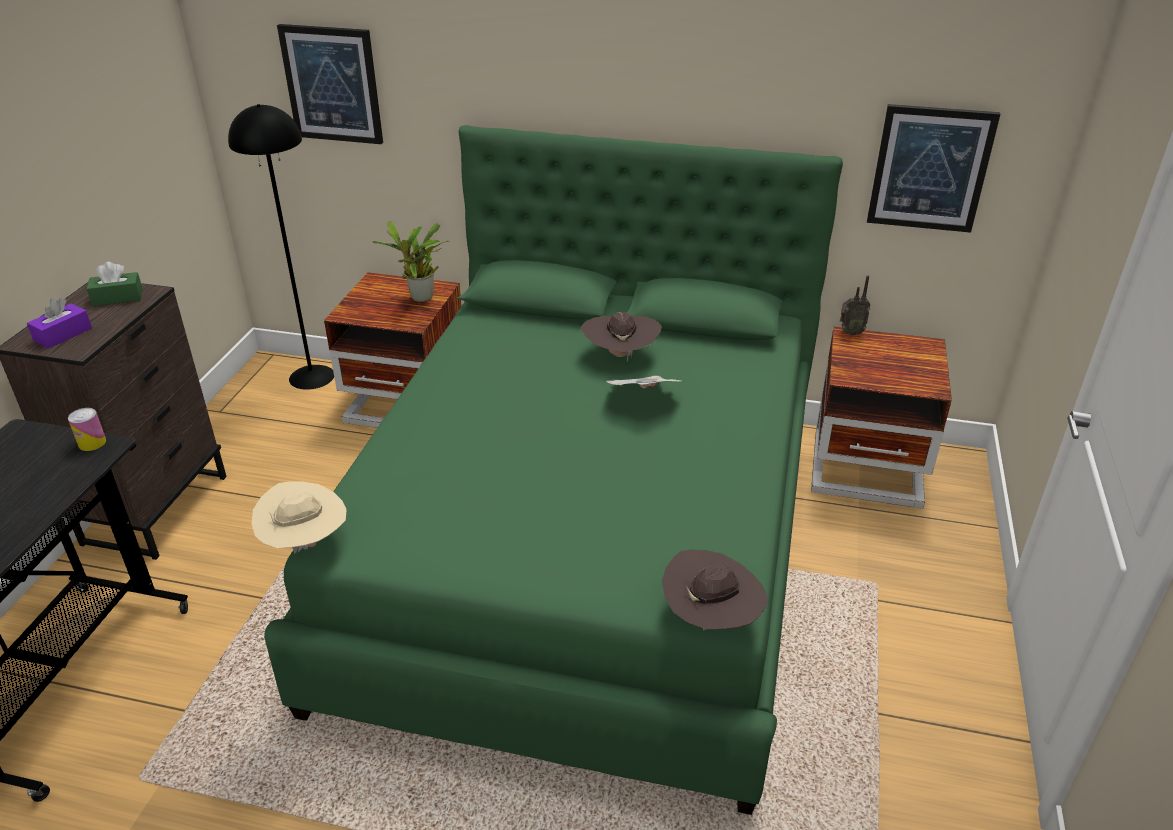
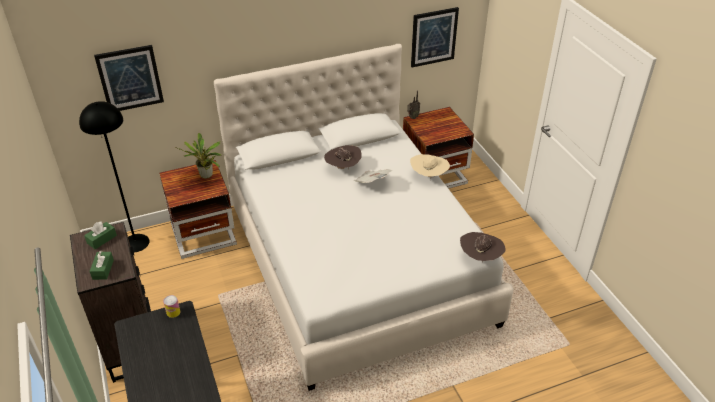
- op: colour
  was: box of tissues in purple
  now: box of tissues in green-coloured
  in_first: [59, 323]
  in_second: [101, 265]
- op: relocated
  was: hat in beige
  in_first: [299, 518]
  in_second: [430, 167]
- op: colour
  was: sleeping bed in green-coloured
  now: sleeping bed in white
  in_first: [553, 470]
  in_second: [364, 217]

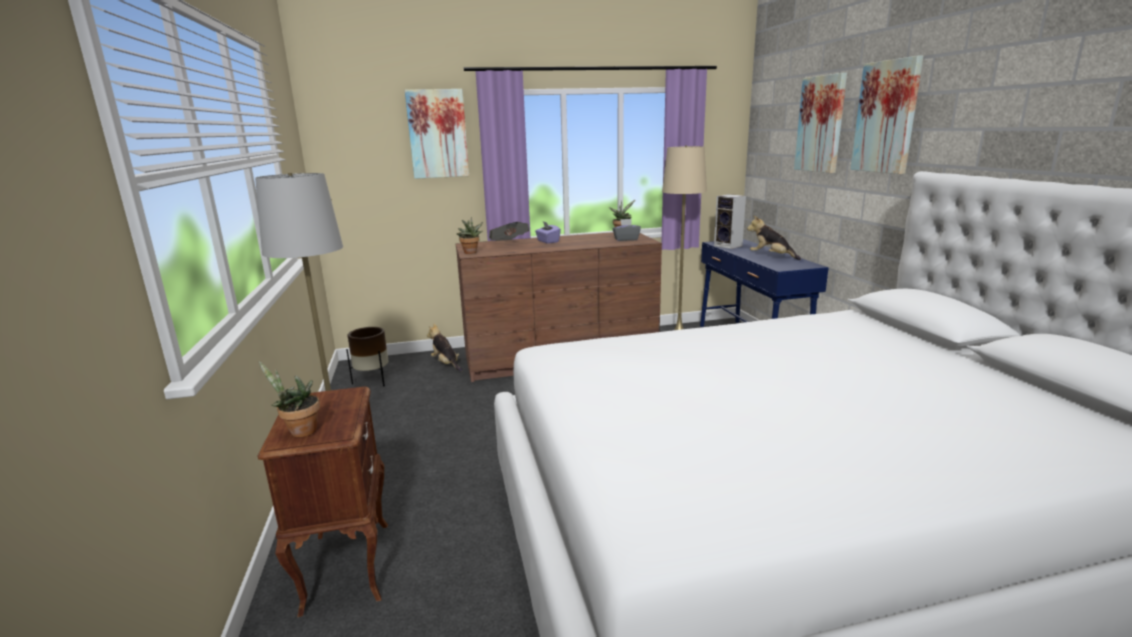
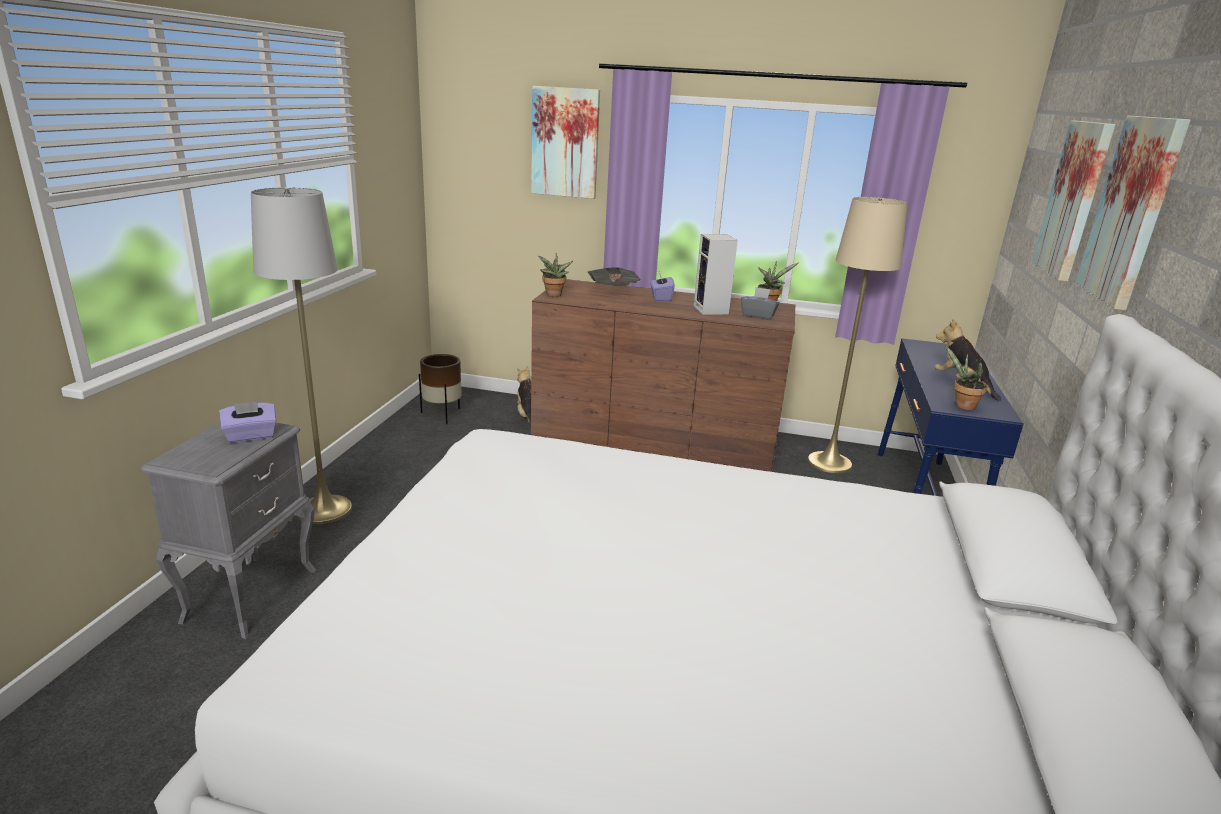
- op: colour
  was: bedside table in brownish
  now: bedside table in grey
  in_first: [323, 502]
  in_second: [228, 530]
- op: relocated
  was: plant in a pot
  in_first: [289, 399]
  in_second: [966, 377]
- op: relocated
  was: audio speaker
  in_first: [730, 221]
  in_second: [716, 274]
- op: appeared
  now: box of tissues in purple
  in_second: [247, 422]

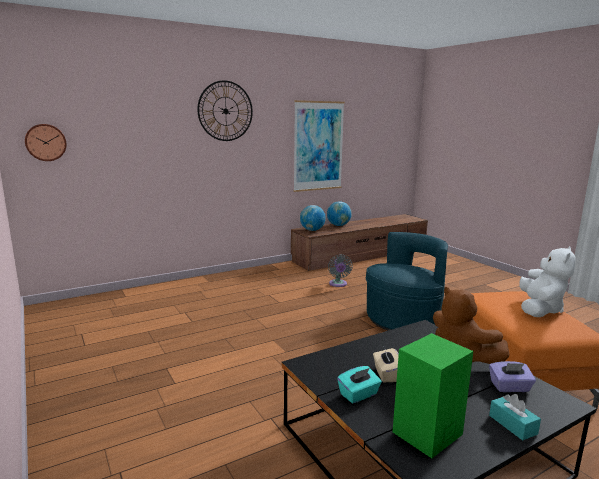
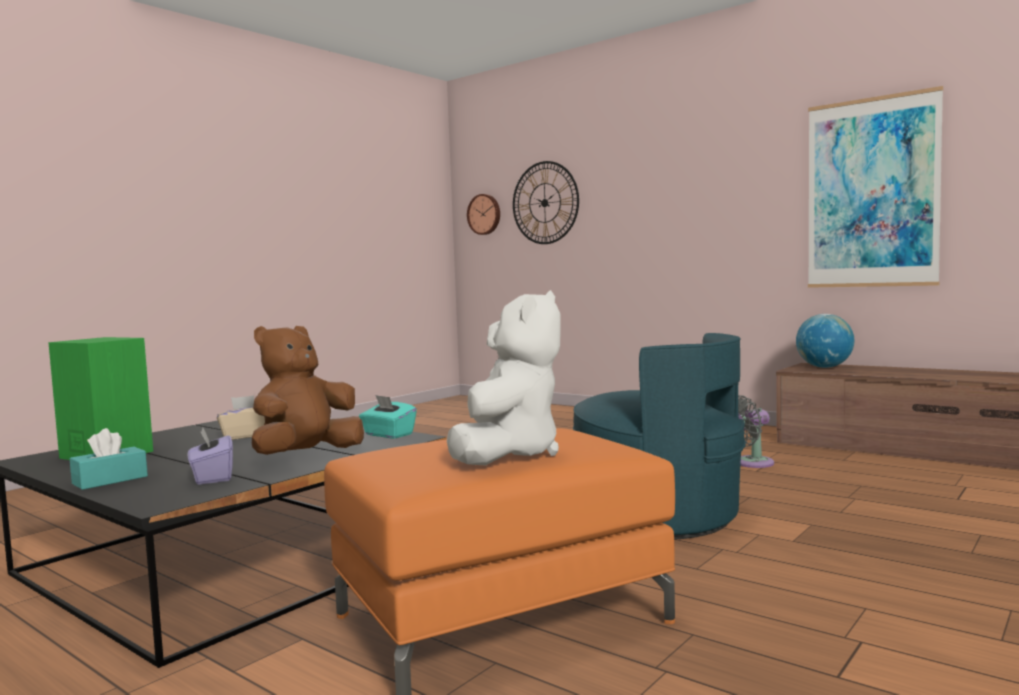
- op: relocated
  was: clock on the wall
  in_first: [225, 110]
  in_second: [546, 202]
- op: missing
  was: world globe
  in_first: [339, 213]
- op: relocated
  was: box of tissues in turquoise-coloured
  in_first: [359, 384]
  in_second: [388, 417]
- op: spun
  was: cuddly toy in white
  in_first: [547, 281]
  in_second: [504, 378]
  clockwise: -75

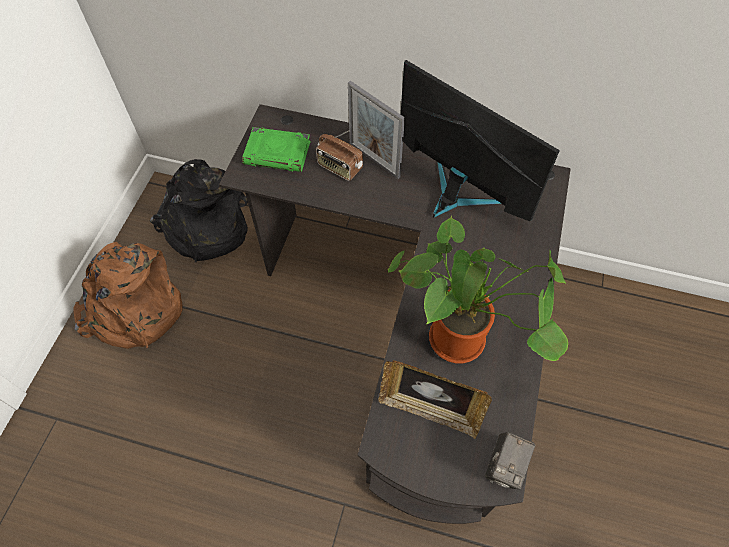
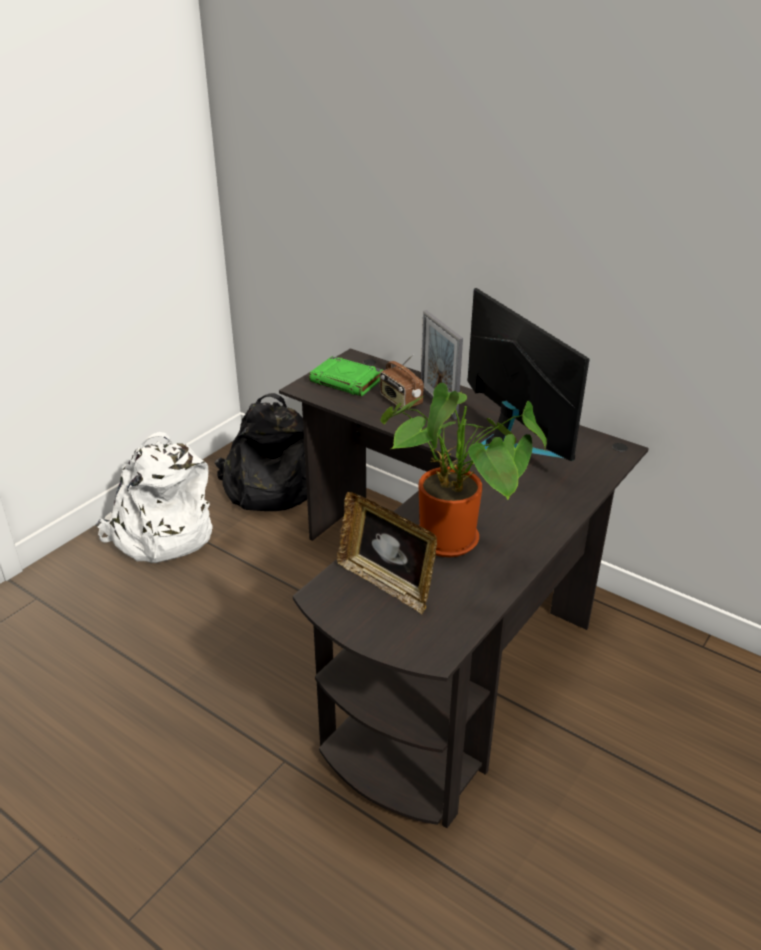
- op: colour
  was: rucksack in brownish
  now: rucksack in white
  in_first: [128, 295]
  in_second: [154, 497]
- op: missing
  was: still camera
  in_first: [510, 460]

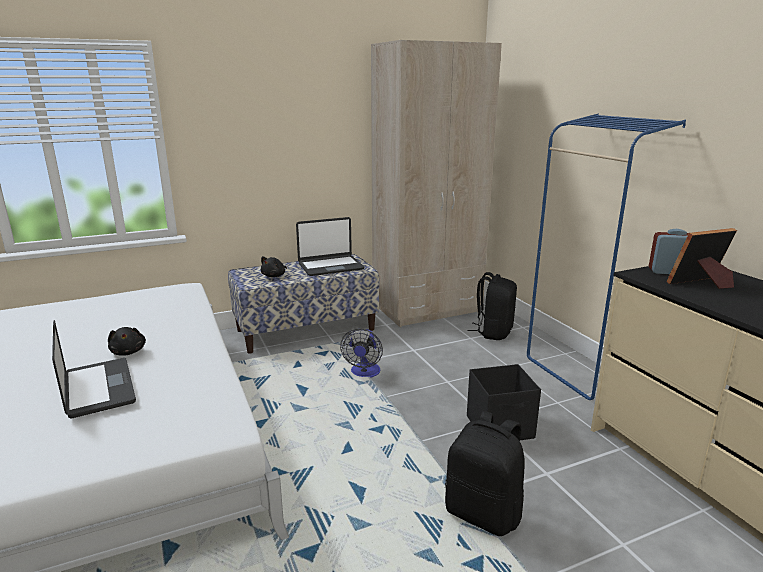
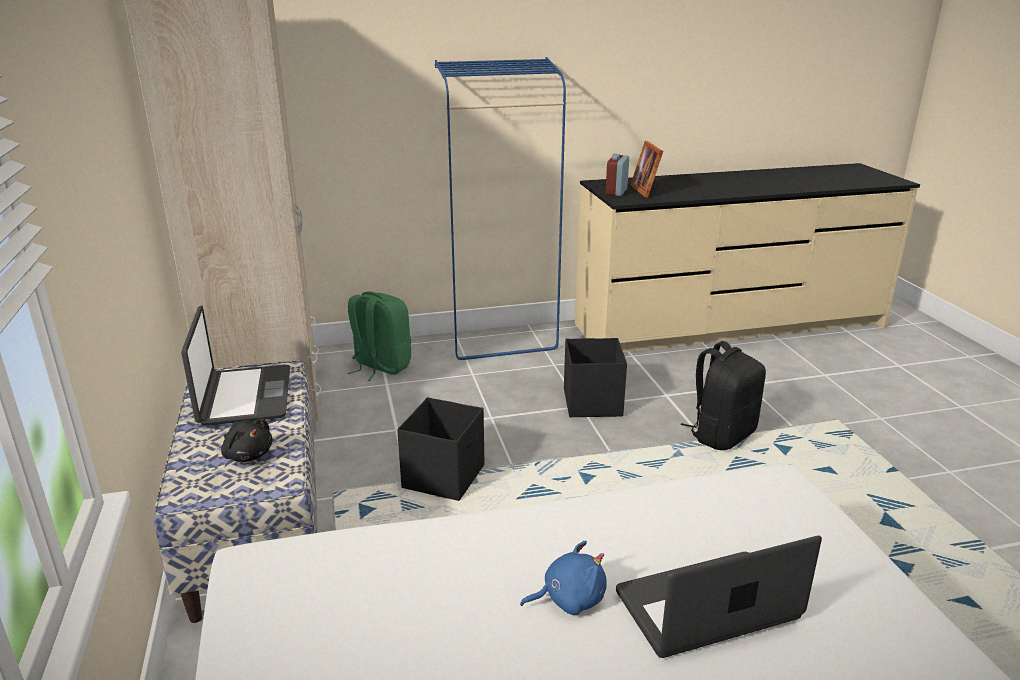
- op: colour
  was: cuddly toy in blackish
  now: cuddly toy in bluish
  in_first: [127, 341]
  in_second: [563, 578]
- op: exchanged
  was: electric fan
  now: storage bin in blackish
  in_first: [361, 353]
  in_second: [440, 449]
- op: colour
  was: rucksack in blackish
  now: rucksack in green-coloured
  in_first: [492, 306]
  in_second: [379, 336]

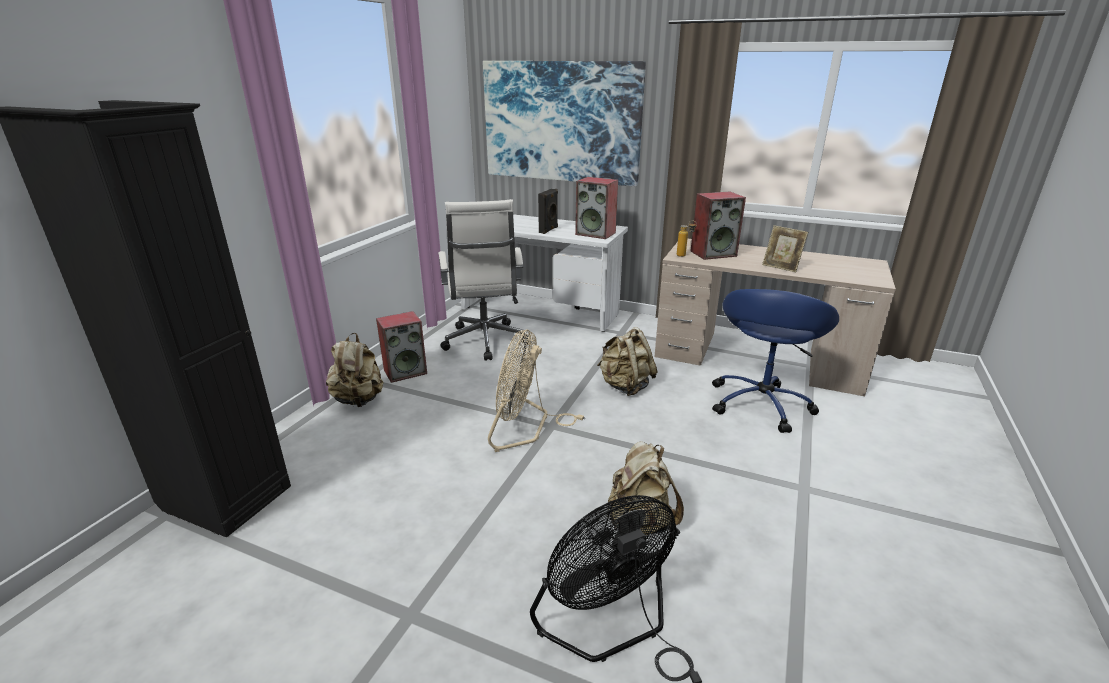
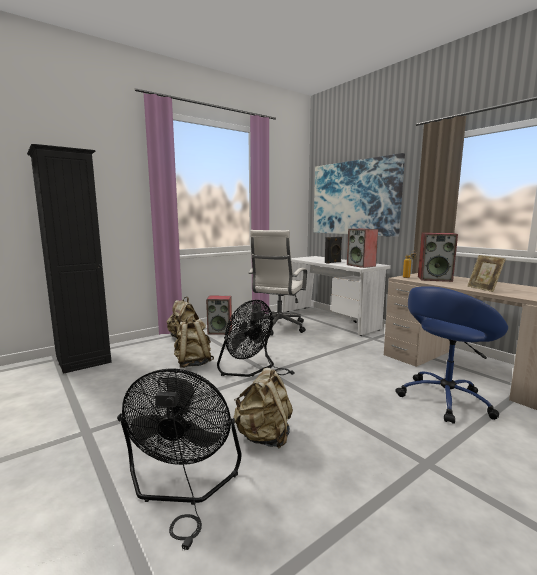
- op: colour
  was: electric fan in beige
  now: electric fan in blackish
  in_first: [536, 390]
  in_second: [256, 338]
- op: relocated
  was: rucksack in beige
  in_first: [627, 361]
  in_second: [194, 342]

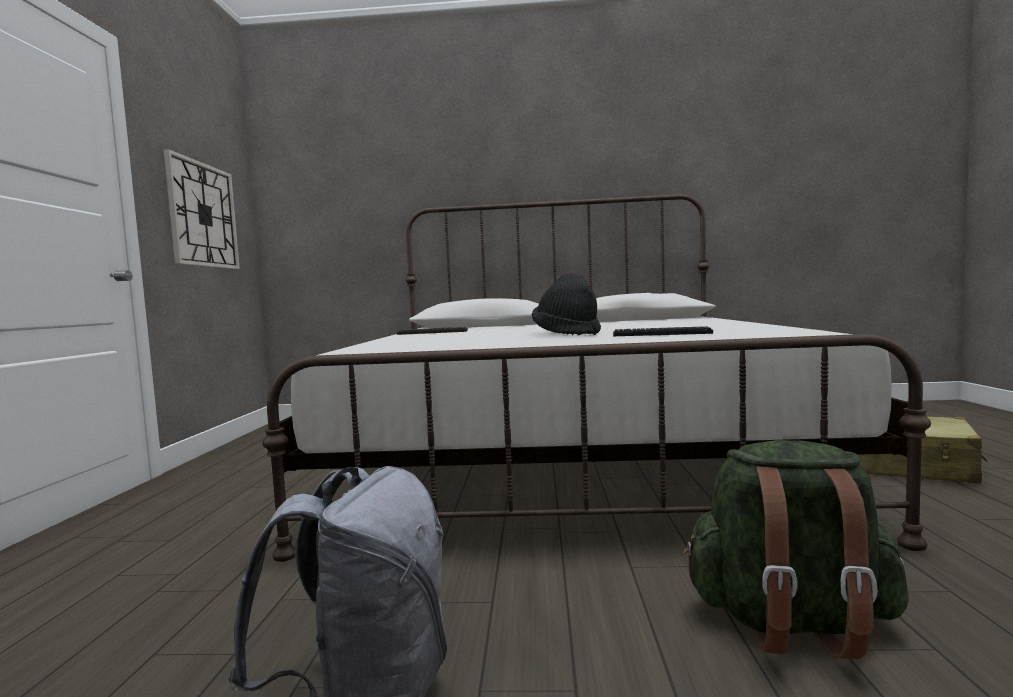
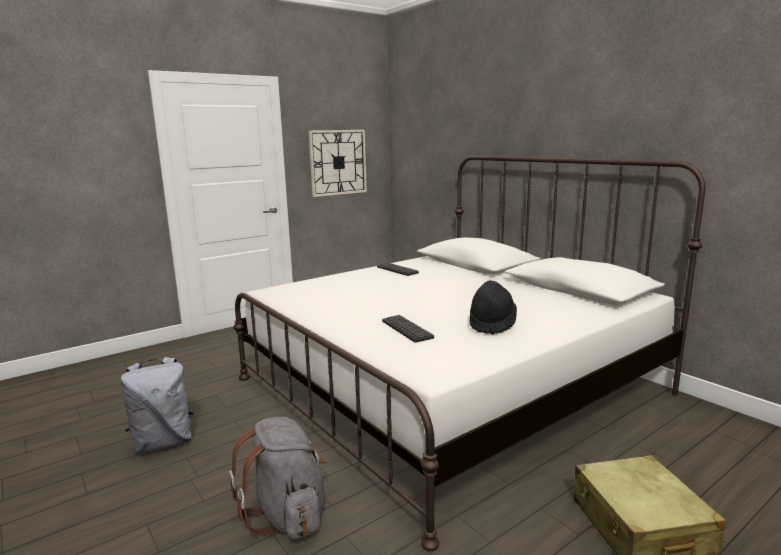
- op: relocated
  was: hat in blackish
  in_first: [566, 304]
  in_second: [493, 307]
- op: colour
  was: rucksack in green-coloured
  now: rucksack in grey
  in_first: [796, 549]
  in_second: [278, 478]

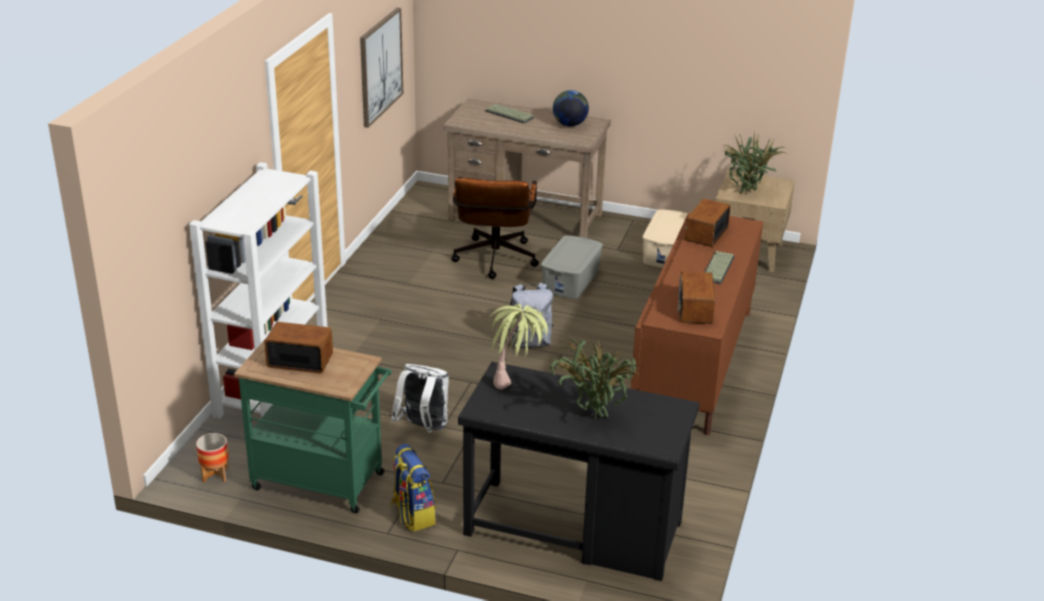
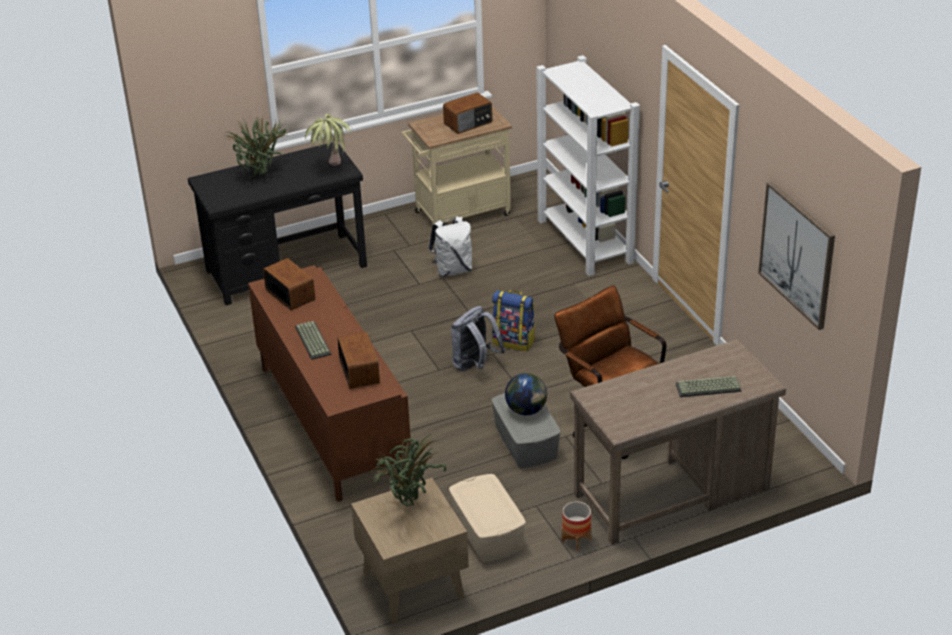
- op: relocated
  was: flower pot
  in_first: [212, 457]
  in_second: [577, 526]
- op: colour
  was: wheeled cart in green-coloured
  now: wheeled cart in beige
  in_first: [313, 425]
  in_second: [456, 165]
- op: relocated
  was: rucksack
  in_first: [413, 488]
  in_second: [514, 320]
- op: relocated
  was: world globe
  in_first: [571, 108]
  in_second: [526, 394]

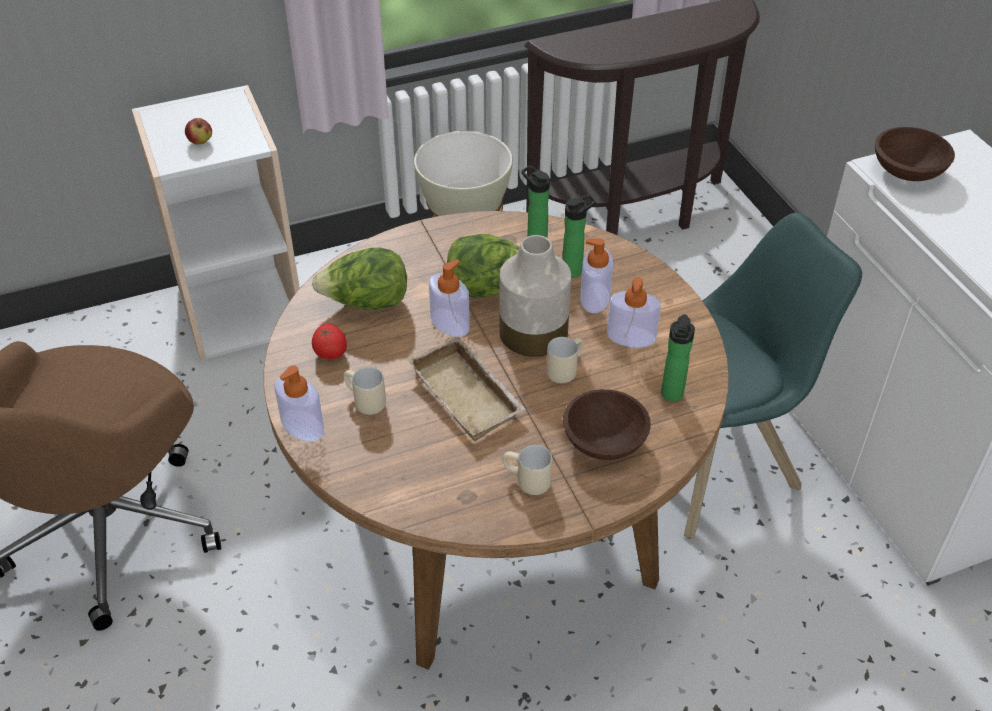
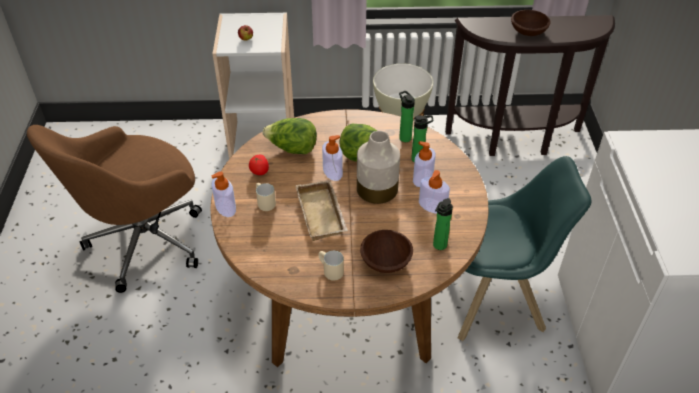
- op: missing
  was: coffee mug in beige
  in_first: [565, 360]
- op: relocated
  was: bowl in brownish
  in_first: [915, 154]
  in_second: [531, 23]

